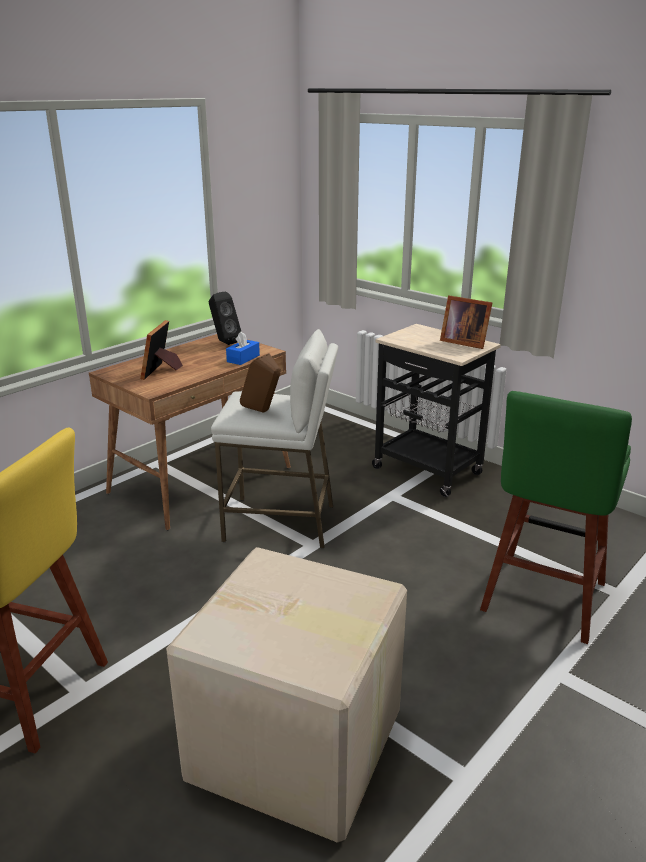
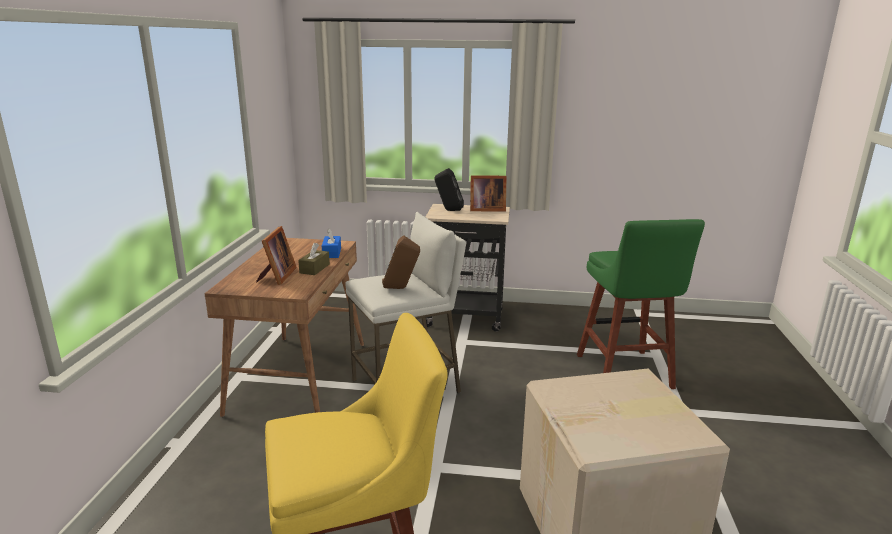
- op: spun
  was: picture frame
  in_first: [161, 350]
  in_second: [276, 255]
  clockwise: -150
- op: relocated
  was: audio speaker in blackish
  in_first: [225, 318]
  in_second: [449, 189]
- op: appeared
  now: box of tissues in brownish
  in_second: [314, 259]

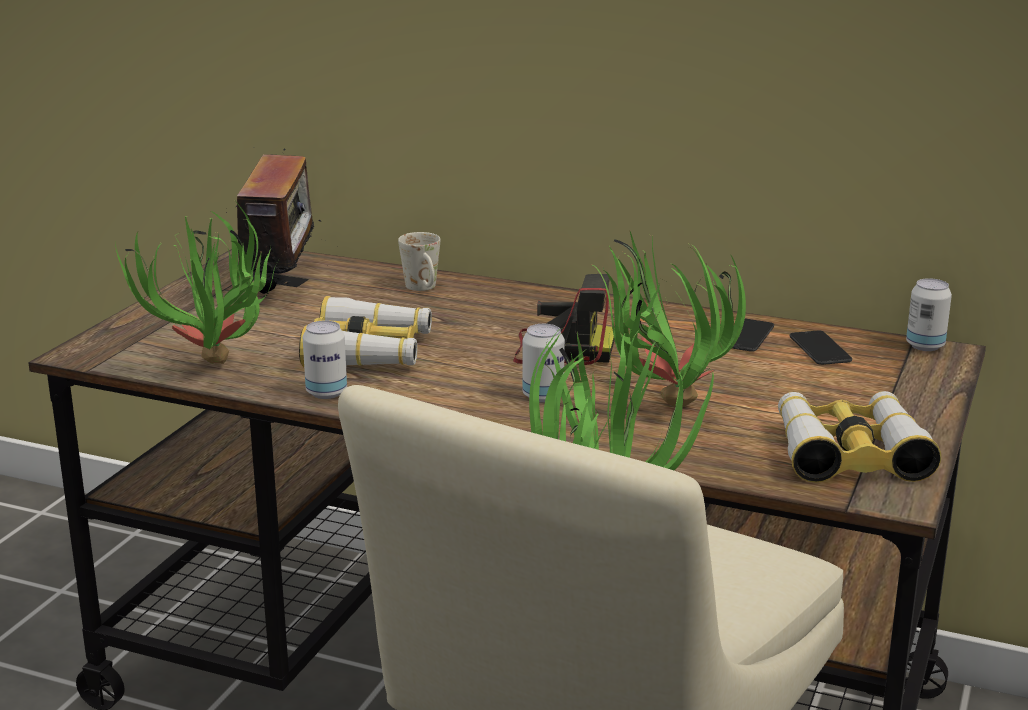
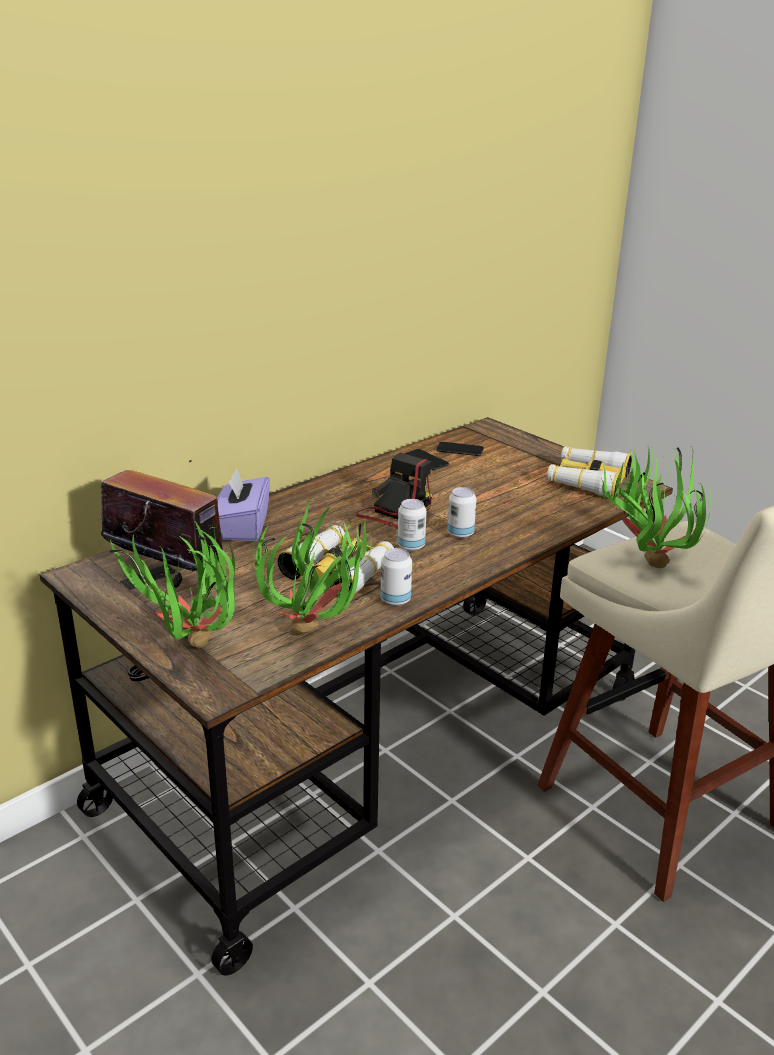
- op: exchanged
  was: coffee mug in white
  now: box of tissues in purple
  in_first: [419, 261]
  in_second: [243, 504]
- op: relocated
  was: plant in a pot
  in_first: [669, 318]
  in_second: [172, 584]
- op: relocated
  was: sealed can
  in_first: [929, 314]
  in_second: [412, 525]

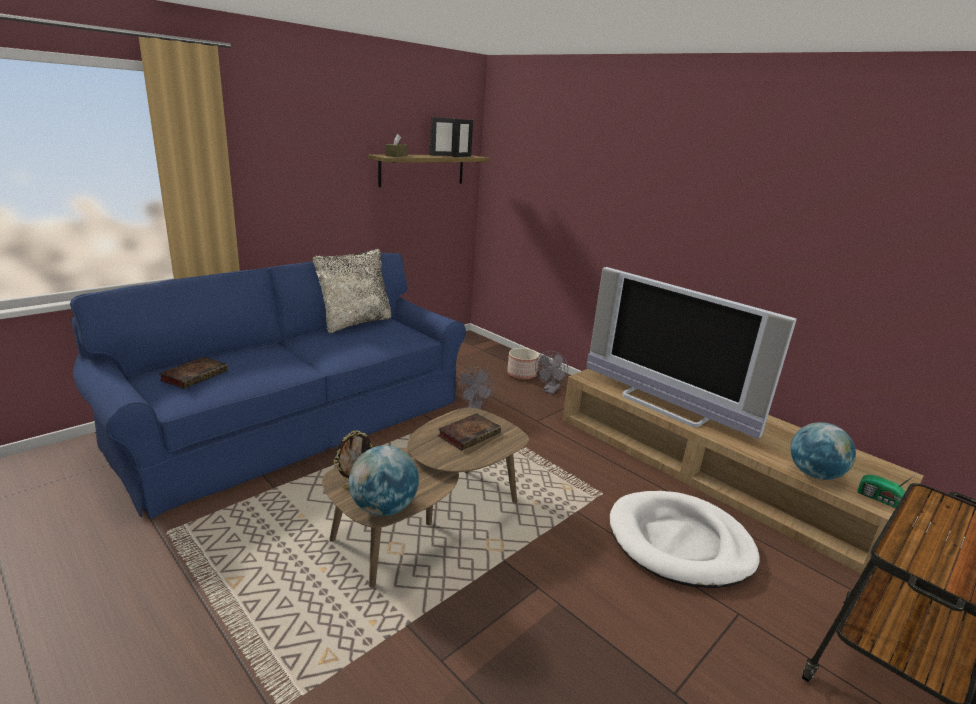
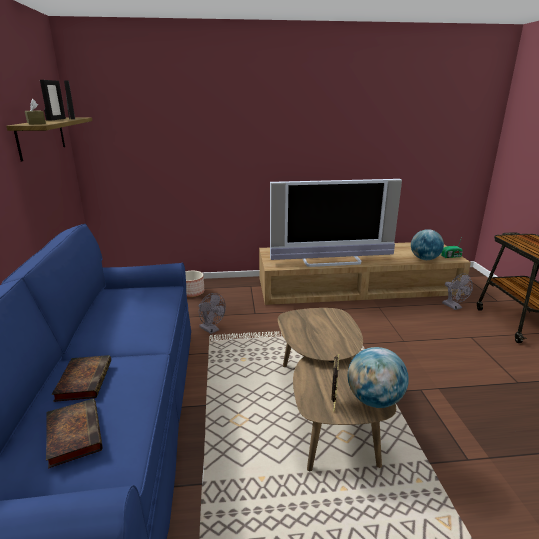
- op: missing
  was: cushion in beige
  in_first: [352, 291]
- op: relocated
  was: volume
  in_first: [469, 431]
  in_second: [81, 378]
- op: relocated
  was: electric fan in grey
  in_first: [551, 372]
  in_second: [457, 291]
- op: missing
  was: dog bed in white
  in_first: [685, 539]

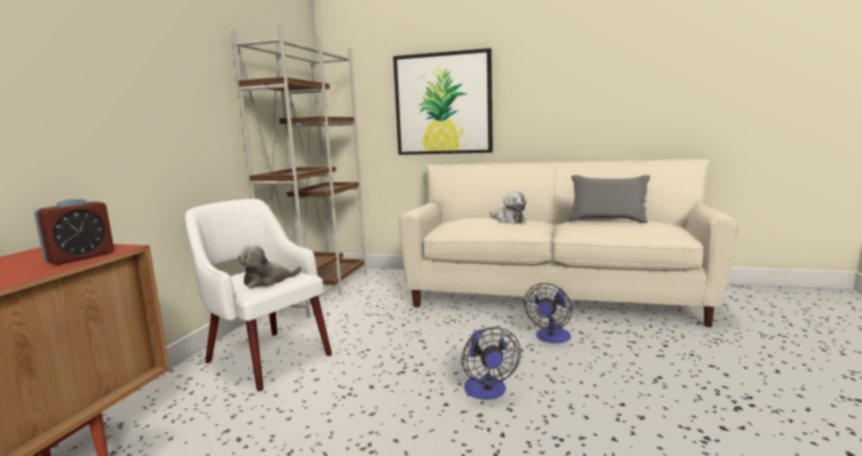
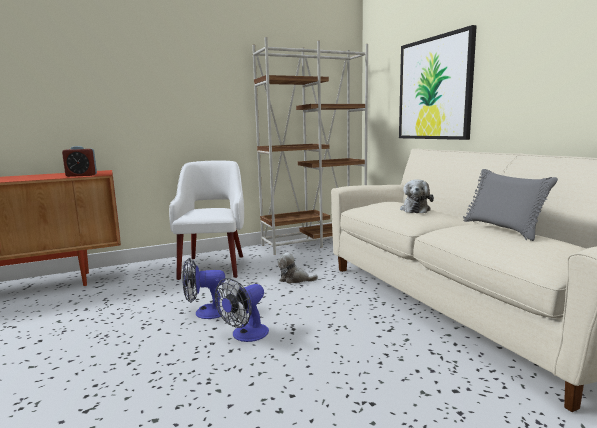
- op: relocated
  was: cuddly toy
  in_first: [269, 266]
  in_second: [297, 268]
- op: relocated
  was: electric fan
  in_first: [548, 313]
  in_second: [203, 288]

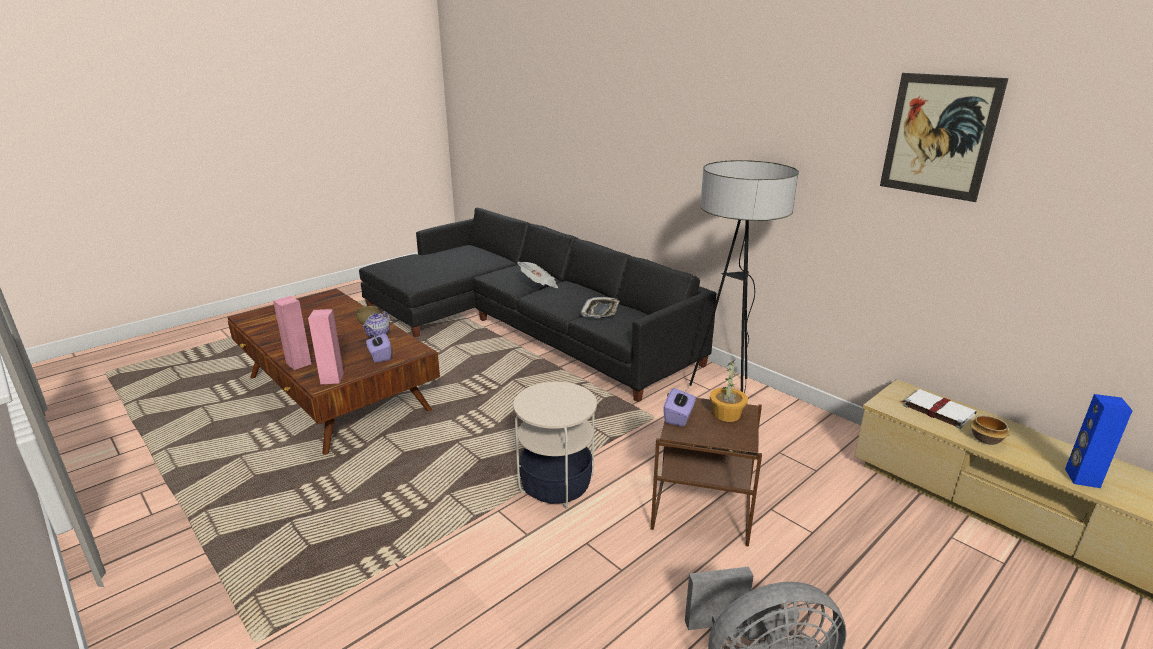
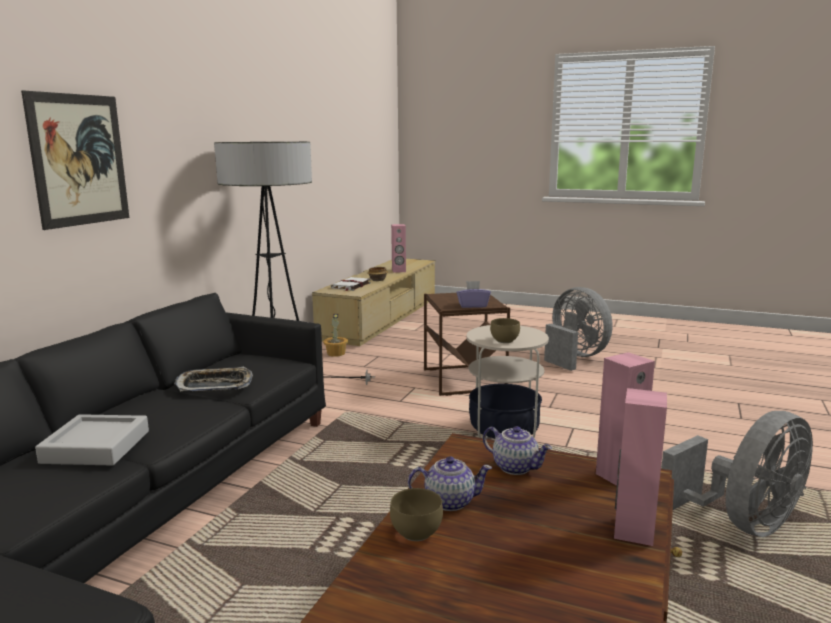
- op: exchanged
  was: box of tissues in purple
  now: pot for tea
  in_first: [378, 348]
  in_second: [517, 450]
- op: exchanged
  was: printed paper
  now: tray in grey
  in_first: [537, 275]
  in_second: [92, 440]
- op: relocated
  was: plant in a pot
  in_first: [729, 391]
  in_second: [335, 335]
- op: relocated
  was: wall art
  in_first: [944, 137]
  in_second: [75, 160]
- op: colour
  was: audio speaker in bluish
  now: audio speaker in pinkish
  in_first: [1099, 441]
  in_second: [398, 248]
- op: appeared
  now: bowl in brownish
  in_second: [505, 330]
- op: appeared
  now: electric fan in grey
  in_second: [737, 474]

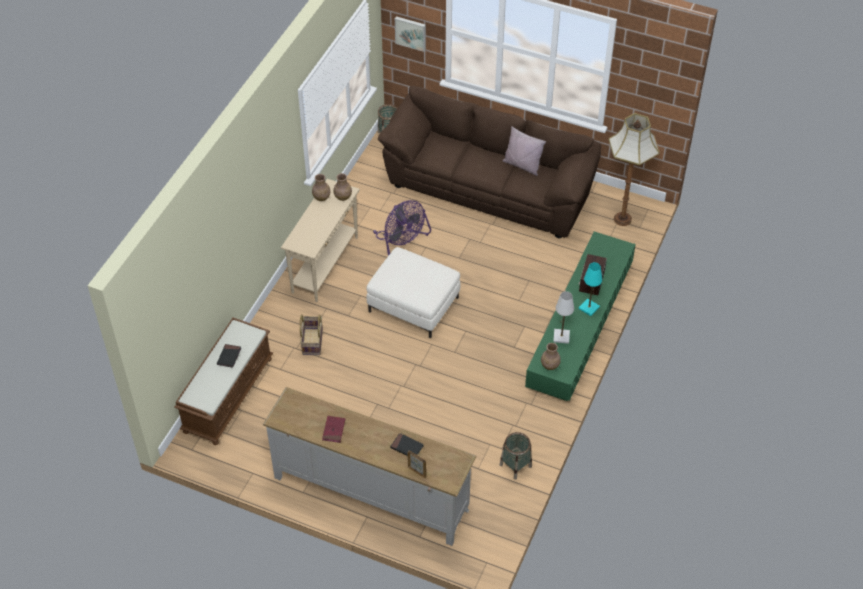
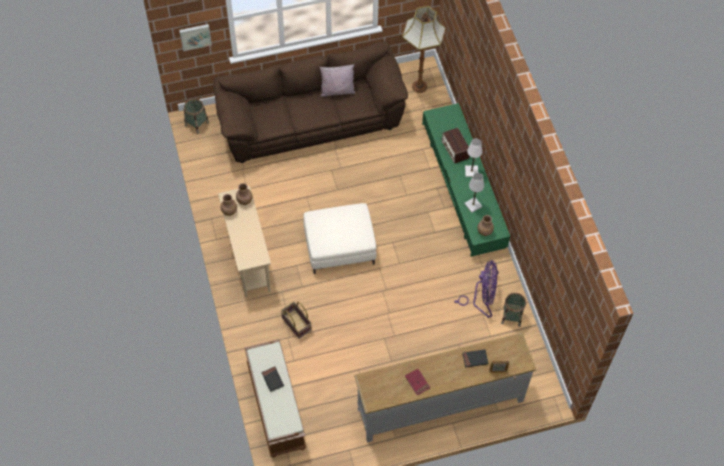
- op: relocated
  was: electric fan in purple
  in_first: [402, 228]
  in_second: [476, 289]
- op: colour
  was: tabletop lamp in turquoise-coloured
  now: tabletop lamp in white
  in_first: [590, 289]
  in_second: [474, 157]

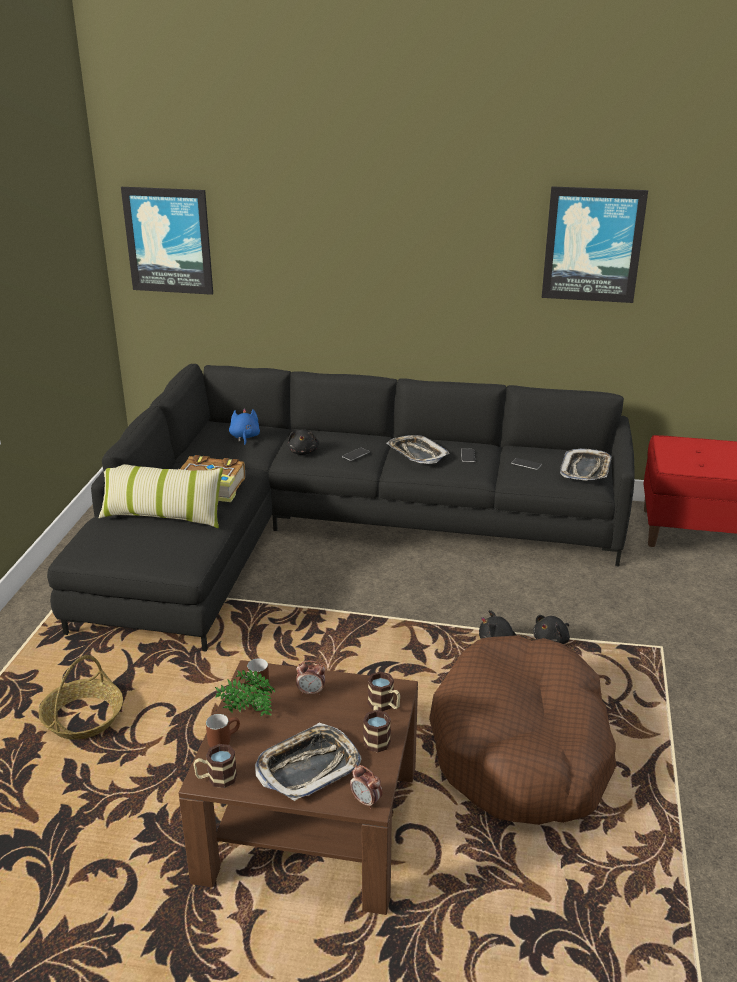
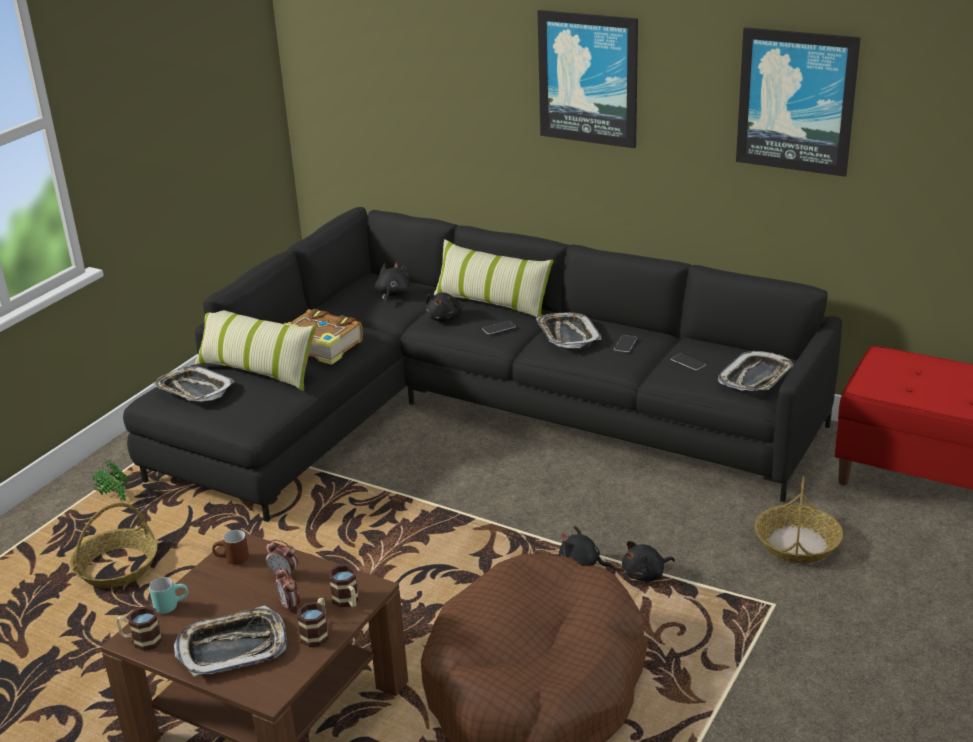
- op: relocated
  was: wall art
  in_first: [167, 241]
  in_second: [588, 79]
- op: colour
  was: coffee mug in brownish
  now: coffee mug in turquoise-coloured
  in_first: [223, 730]
  in_second: [168, 595]
- op: relocated
  was: plant in a pot
  in_first: [245, 693]
  in_second: [110, 481]
- op: colour
  was: cuddly toy in bluish
  now: cuddly toy in blackish
  in_first: [244, 426]
  in_second: [392, 283]
- op: relocated
  was: alarm clock
  in_first: [366, 787]
  in_second: [288, 590]
- op: appeared
  now: tray
  in_second: [193, 384]
- op: appeared
  now: cushion
  in_second: [493, 278]
- op: appeared
  now: basket
  in_second: [799, 519]

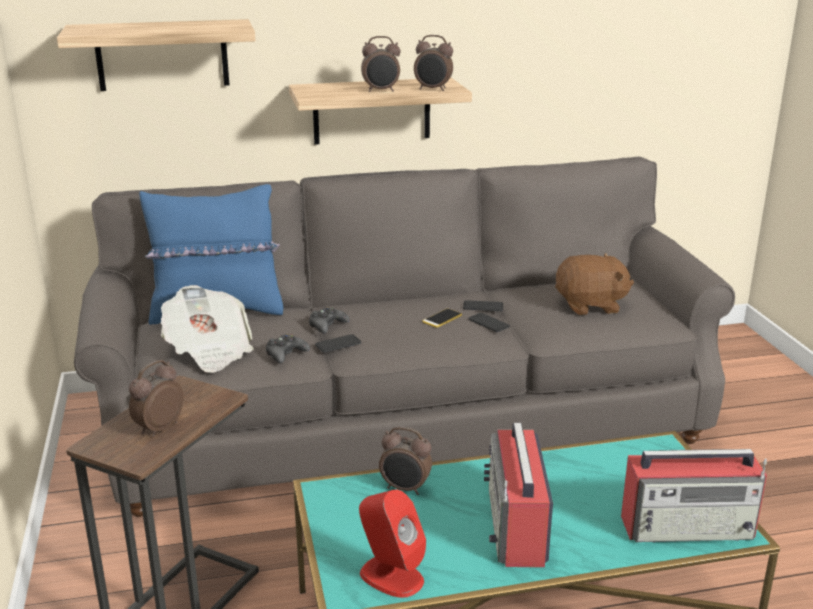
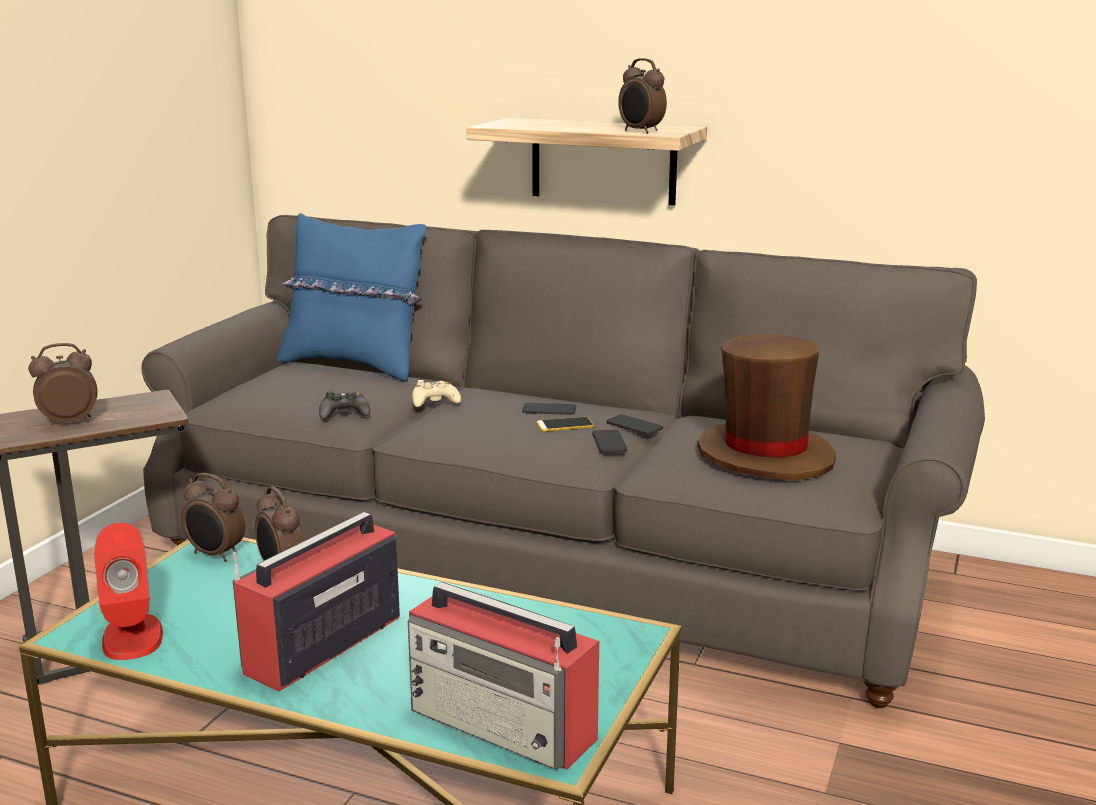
- op: missing
  was: wall shelf
  in_first: [156, 55]
- op: missing
  was: printed paper
  in_first: [207, 329]
- op: colour
  was: game controller in blackish
  now: game controller in beige
  in_first: [329, 320]
  in_second: [436, 393]
- op: relocated
  was: phone
  in_first: [338, 343]
  in_second: [549, 409]
- op: relocated
  was: alarm clock
  in_first: [381, 64]
  in_second: [213, 517]
- op: exchanged
  was: cuddly toy in brownish
  now: hat in brownish
  in_first: [594, 284]
  in_second: [767, 407]

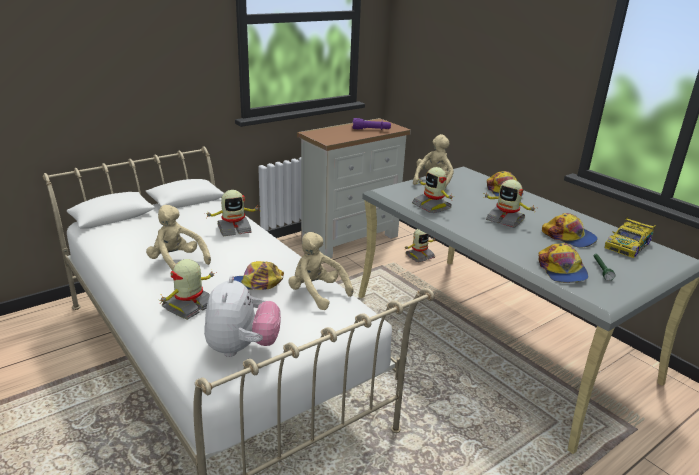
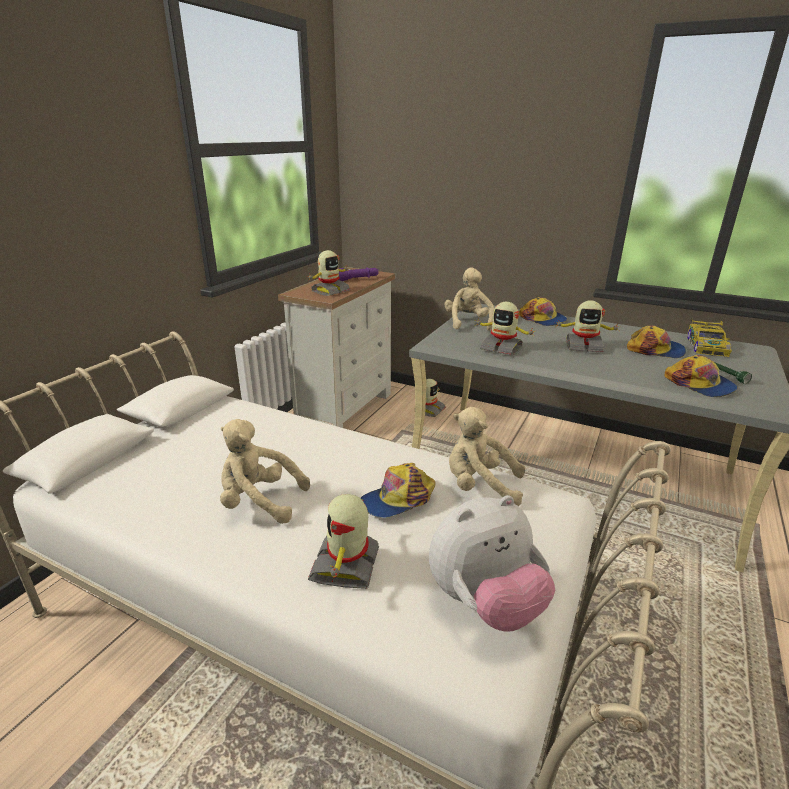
- op: relocated
  was: robot figure
  in_first: [232, 213]
  in_second: [328, 273]
- op: spun
  was: cuddly toy
  in_first: [242, 316]
  in_second: [492, 563]
  clockwise: 90

